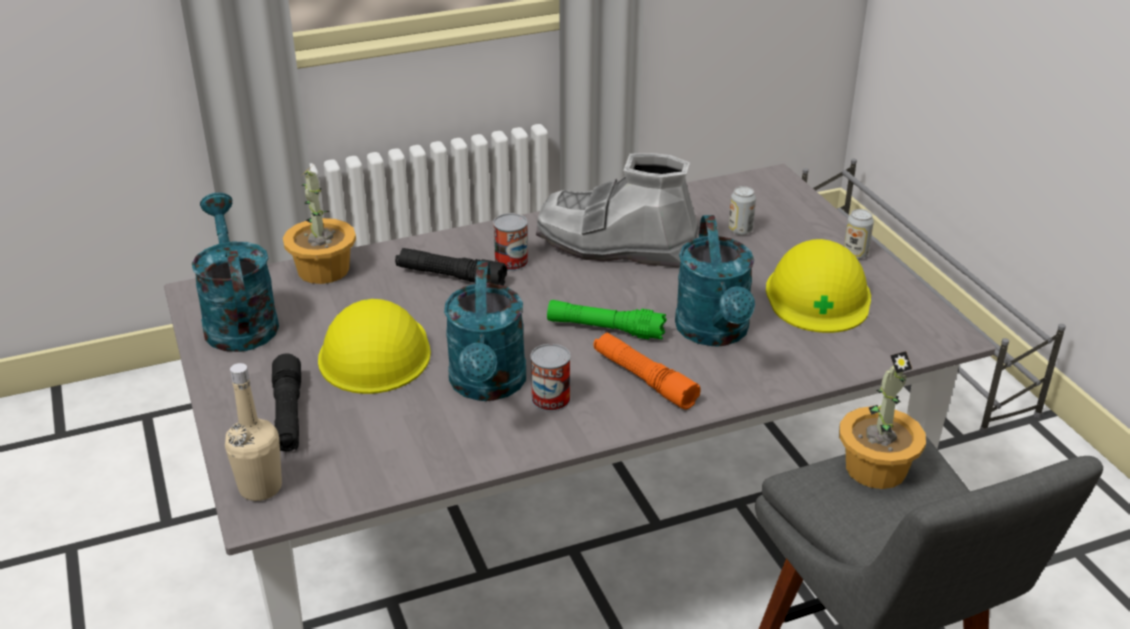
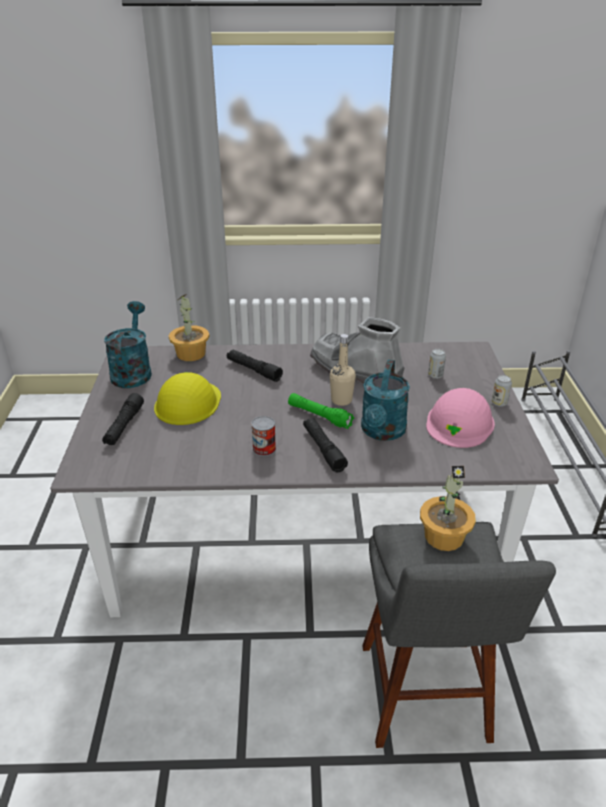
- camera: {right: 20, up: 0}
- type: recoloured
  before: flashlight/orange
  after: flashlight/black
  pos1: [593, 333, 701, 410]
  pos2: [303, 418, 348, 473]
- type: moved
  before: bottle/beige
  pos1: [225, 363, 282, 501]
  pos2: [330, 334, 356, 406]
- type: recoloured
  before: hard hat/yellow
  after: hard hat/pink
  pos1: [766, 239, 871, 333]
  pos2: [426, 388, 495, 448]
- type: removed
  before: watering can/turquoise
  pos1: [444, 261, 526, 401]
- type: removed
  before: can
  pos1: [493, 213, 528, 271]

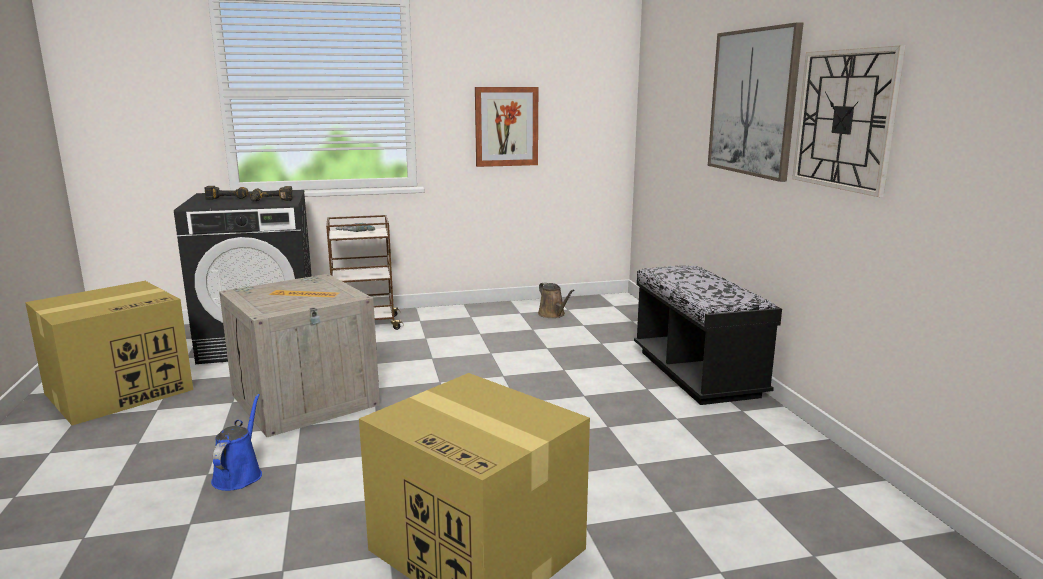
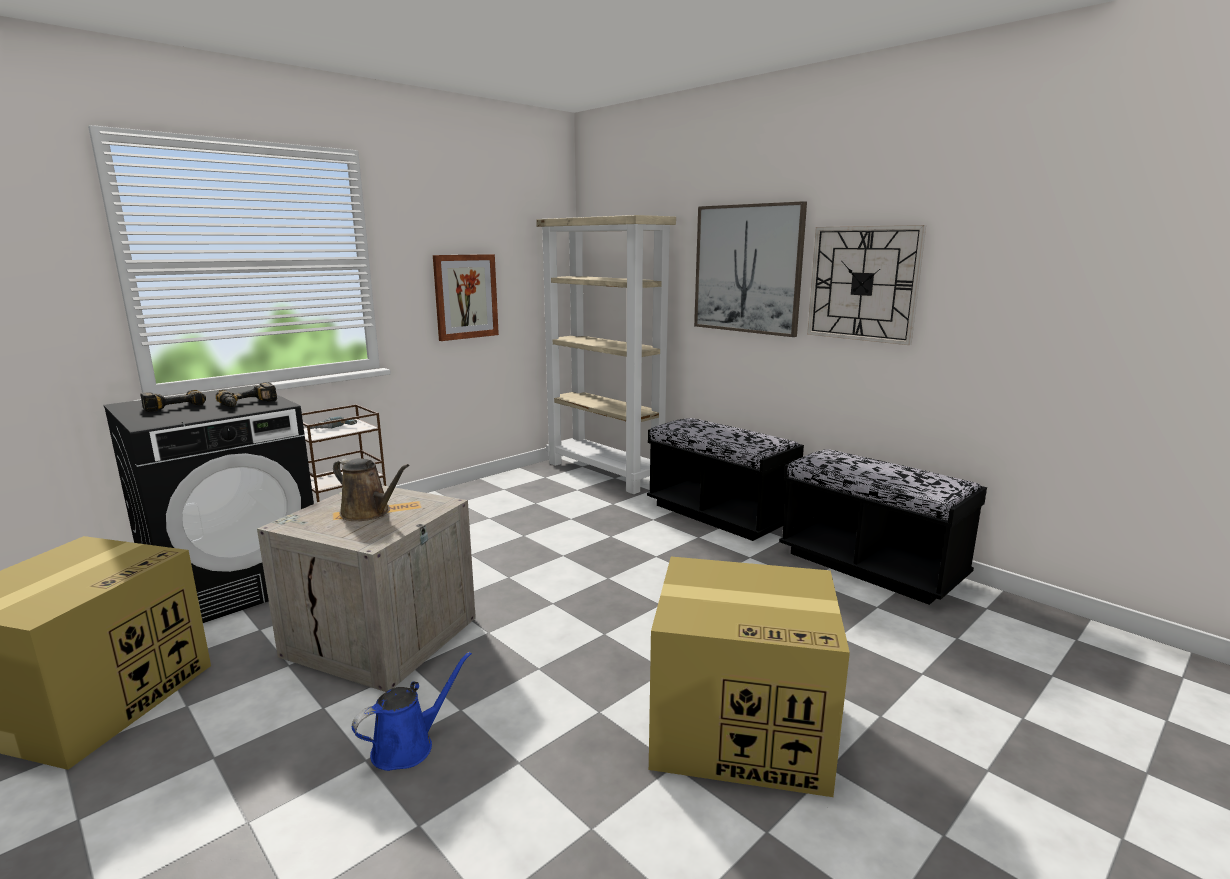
- camera: {right: -30, up: 0}
- type: moved
  before: watering can/brown
  pos1: [538, 282, 575, 318]
  pos2: [333, 458, 409, 521]
- type: turned
  before: watering can/blue
  pos1: [211, 394, 262, 491]
  pos2: [352, 652, 472, 771]
  turn: 75
- type: added
  after: bookcase/beige
  pos2: [536, 215, 676, 494]
- type: added
  after: bench/black
  pos2: [779, 449, 987, 605]

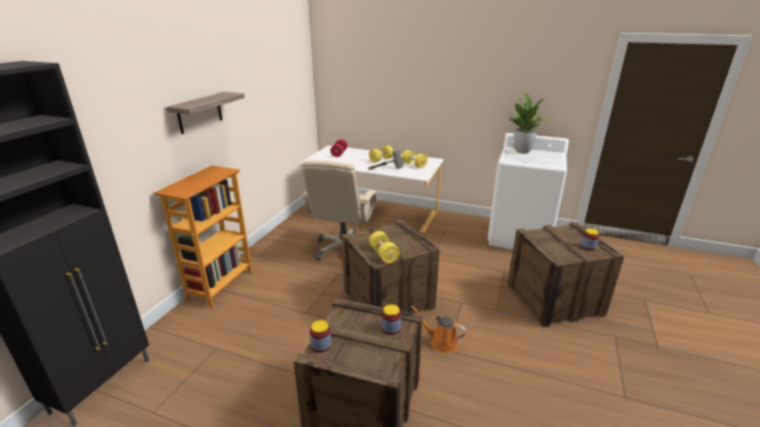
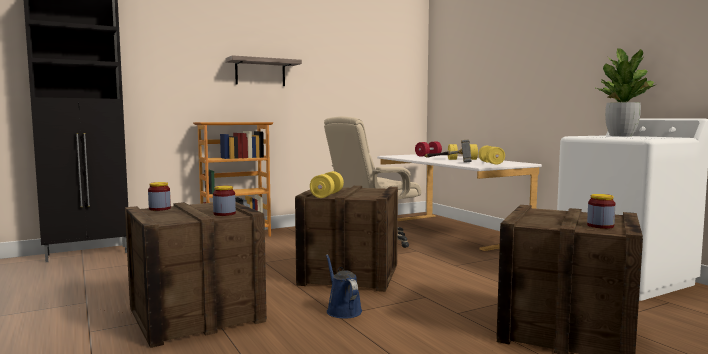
- camera: {right: 40, up: -20}
- type: recoloured
  before: watering can/orange
  after: watering can/blue
  pos1: [411, 305, 466, 353]
  pos2: [326, 254, 362, 318]

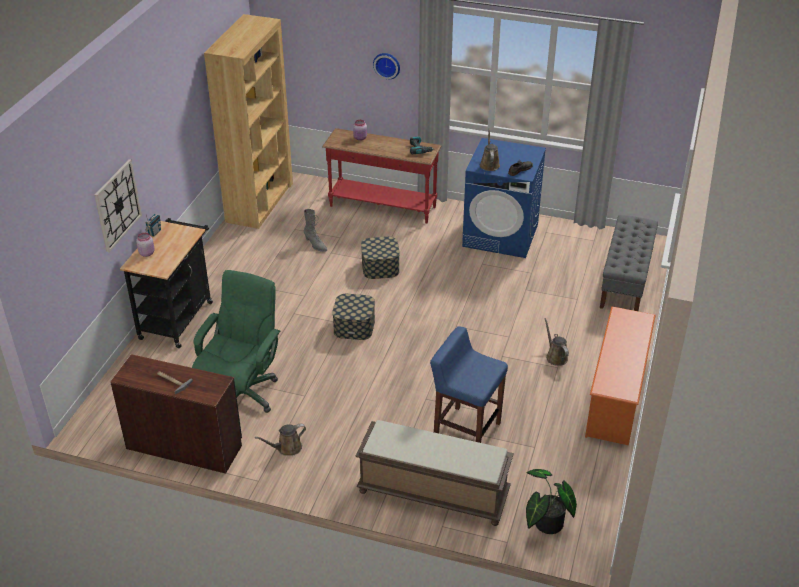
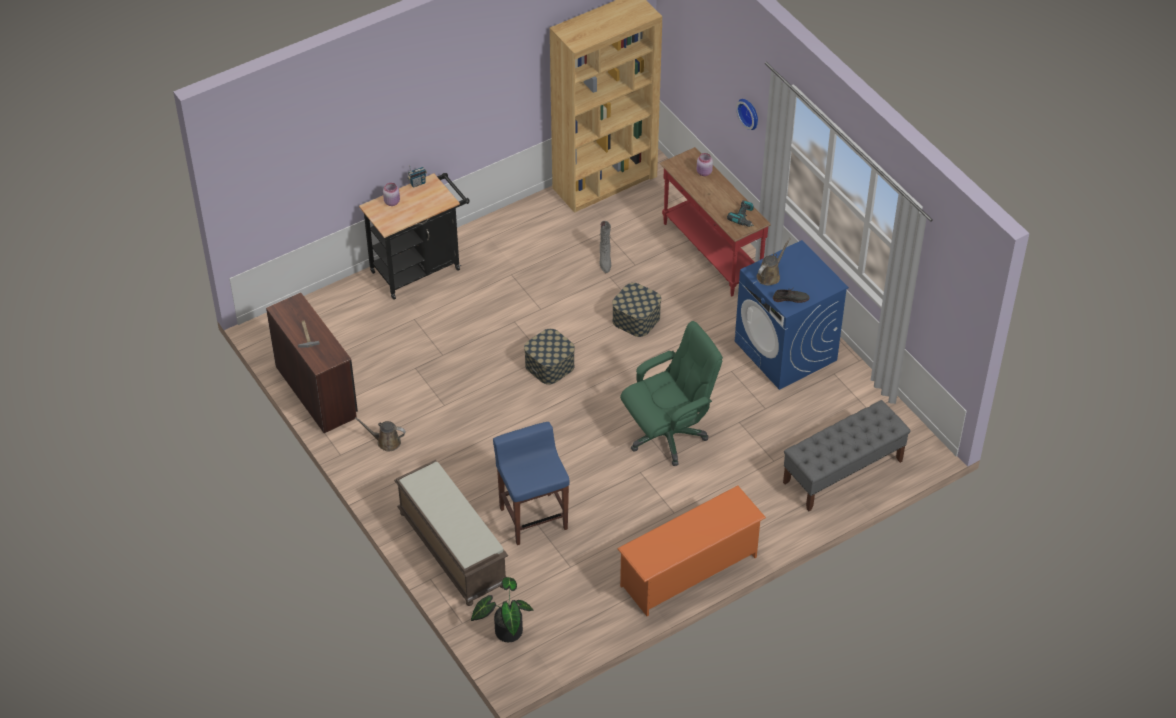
- camera: {right: 40, up: 10}
- type: moved
  before: office chair/green
  pos1: [192, 270, 280, 413]
  pos2: [620, 321, 723, 466]
- type: removed
  before: wall clock
  pos1: [94, 159, 142, 252]
- type: removed
  before: watering can/brown
  pos1: [544, 318, 569, 366]

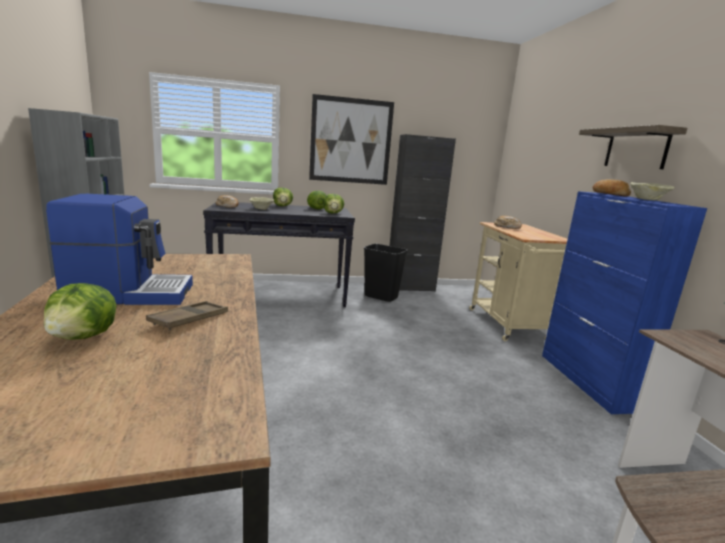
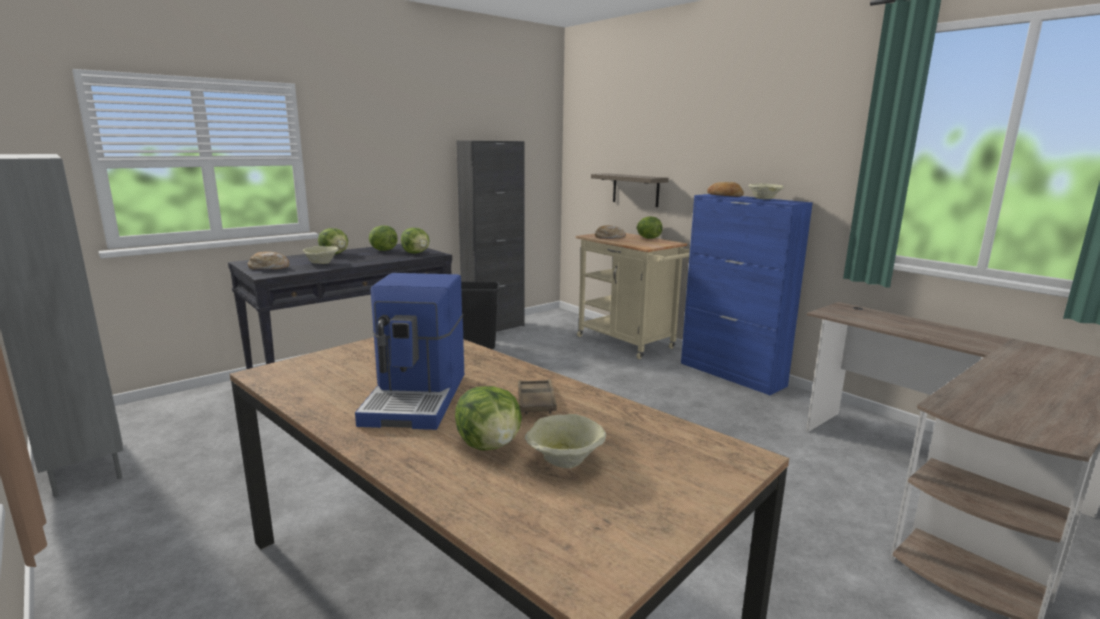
- camera: {right: -30, up: 0}
- type: turned
  before: coffee machine
  pos1: [46, 194, 193, 305]
  pos2: [355, 273, 464, 430]
  turn: 135
- type: added
  after: bowl/beige
  pos2: [525, 414, 606, 468]
- type: moved
  before: shelf
  pos1: [579, 125, 688, 169]
  pos2: [591, 173, 669, 207]
- type: added
  after: lettuce
  pos2: [637, 217, 663, 239]
- type: removed
  before: picture
  pos1: [309, 94, 394, 185]

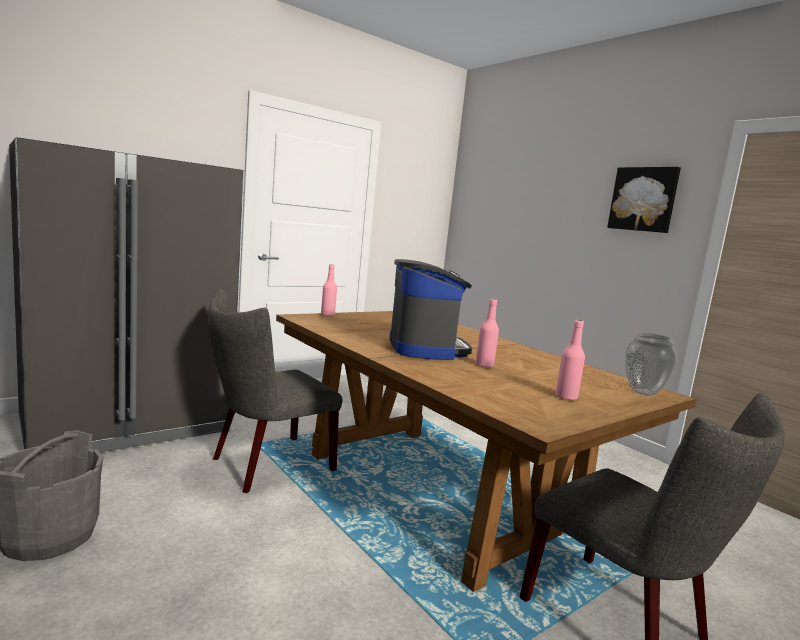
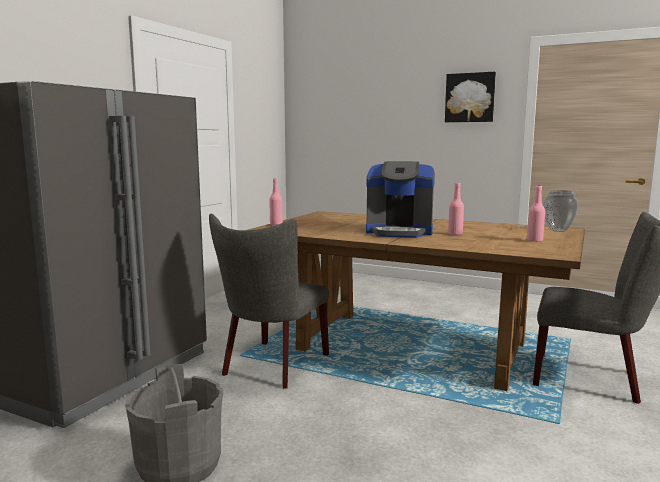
- camera: {right: -25, up: 0}
- type: turned
  before: coffee machine
  pos1: [389, 259, 472, 360]
  pos2: [366, 161, 435, 238]
  turn: 135

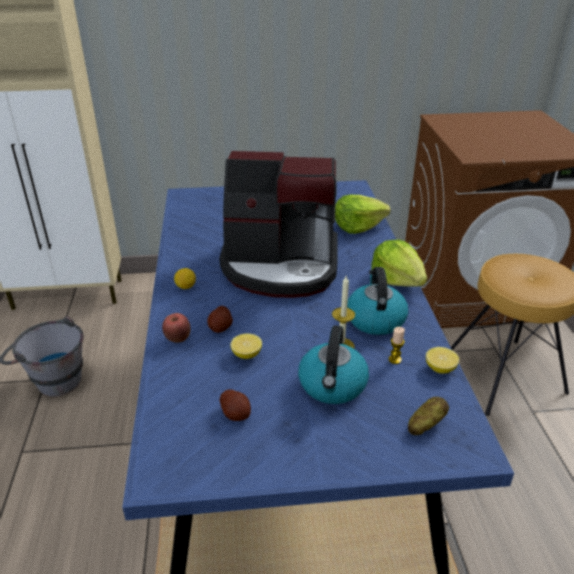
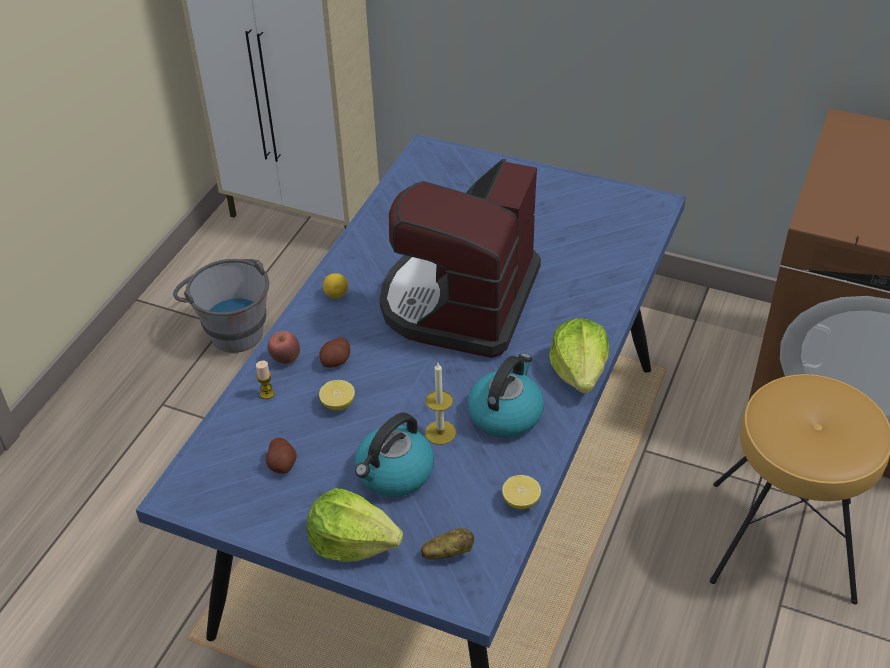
- camera: {right: 30, up: 10}
- type: moved
  before: candle
  pos1: [389, 327, 405, 364]
  pos2: [256, 361, 274, 399]
- type: moved
  before: lettuce
  pos1: [335, 195, 390, 234]
  pos2: [307, 488, 403, 562]
- type: turned
  before: coffee machine
  pos1: [219, 151, 338, 298]
  pos2: [380, 159, 541, 358]
  turn: 75

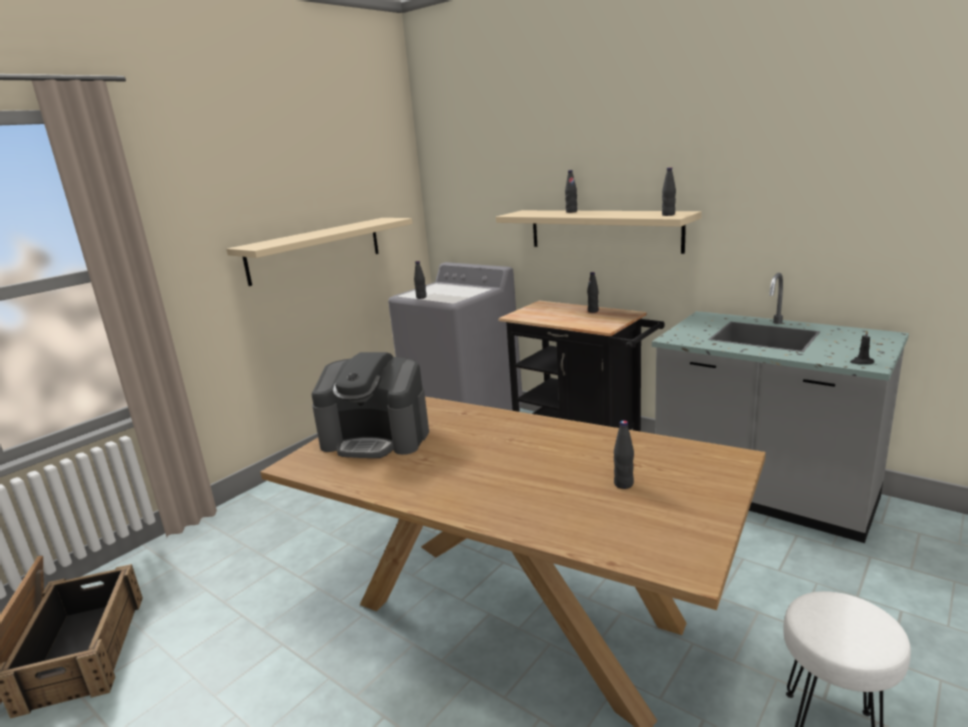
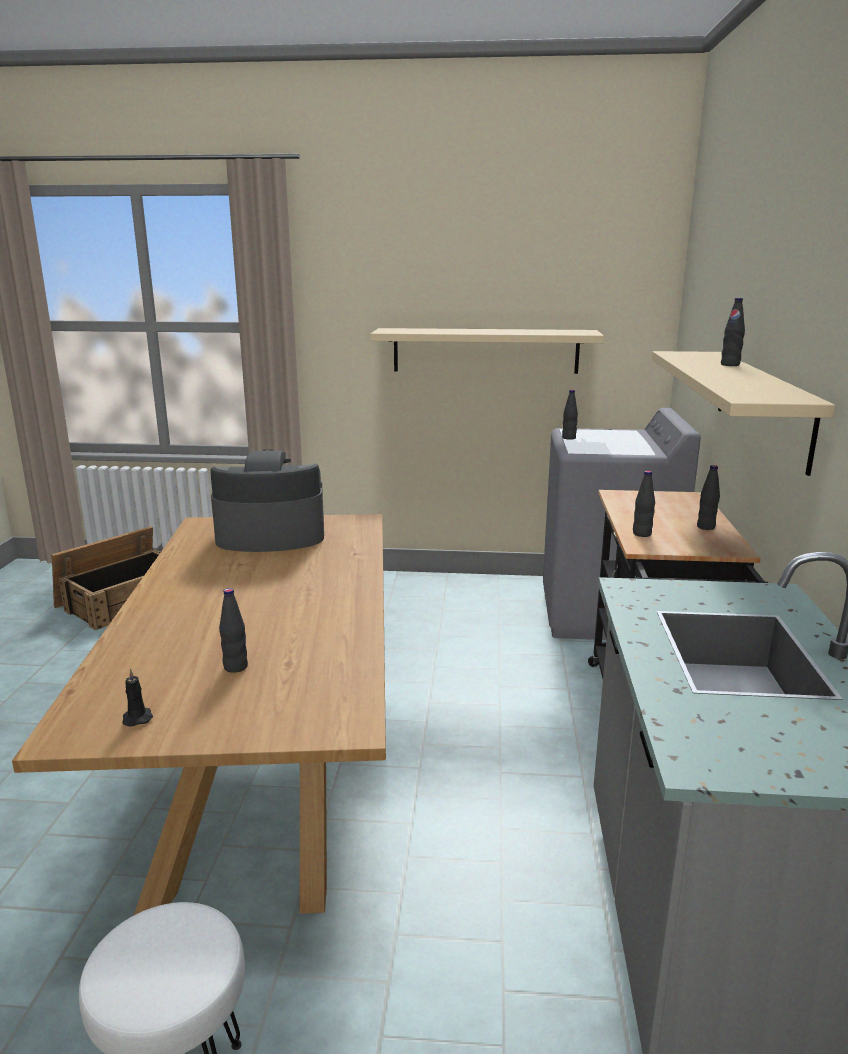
- camera: {right: 55, up: 0}
- type: moved
  before: candle/black
  pos1: [850, 330, 874, 364]
  pos2: [122, 668, 153, 727]
- type: turned
  before: coffee machine
  pos1: [312, 352, 429, 458]
  pos2: [210, 449, 324, 552]
  turn: 105
- type: moved
  before: bottle/black
  pos1: [662, 167, 676, 216]
  pos2: [633, 471, 655, 537]

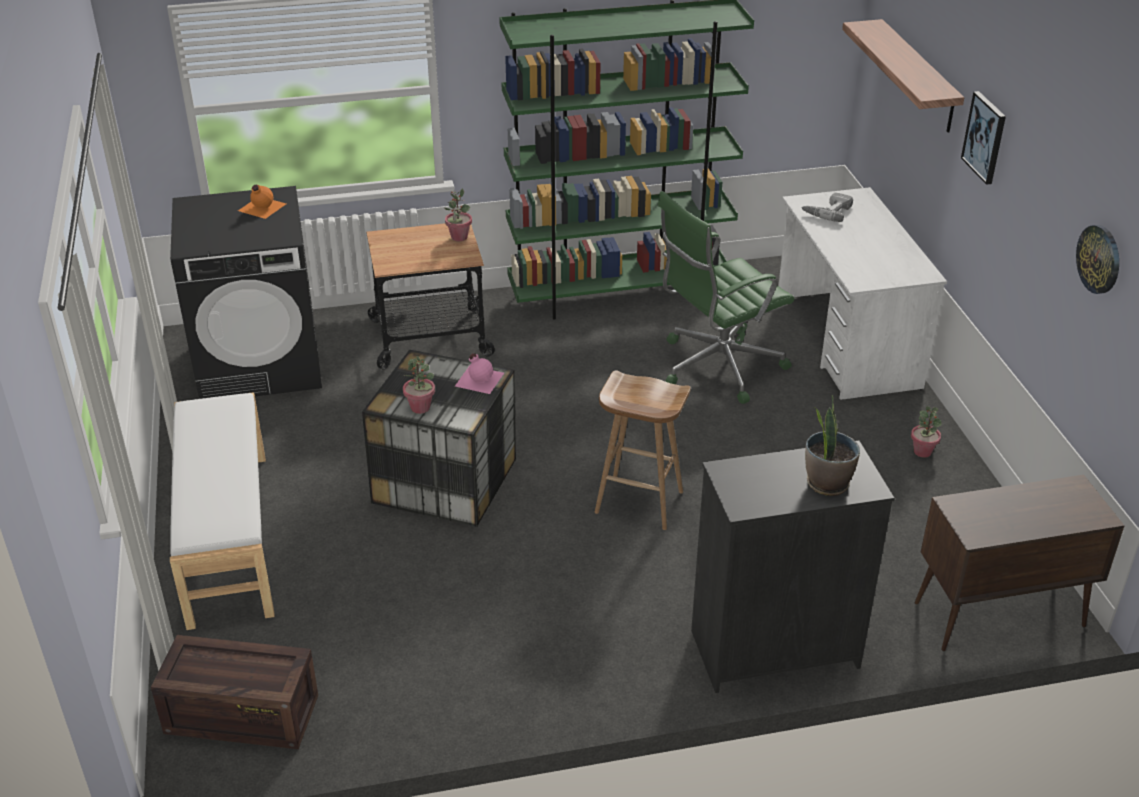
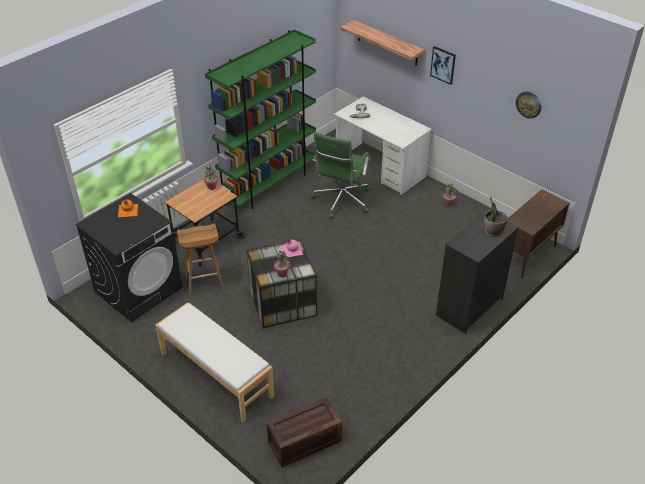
- camera: {right: -35, up: 5}
- type: moved
  before: stool/brown
  pos1: [595, 370, 691, 530]
  pos2: [177, 224, 225, 296]

